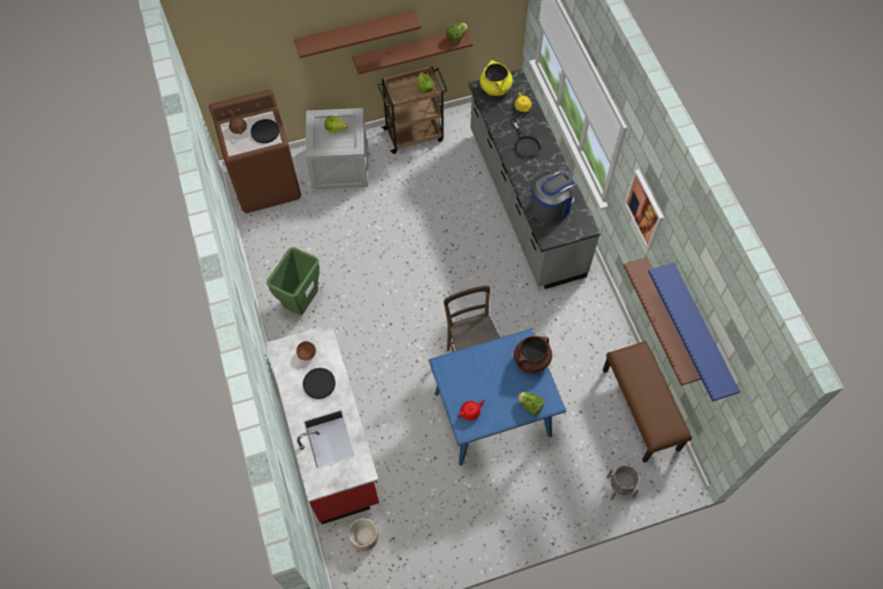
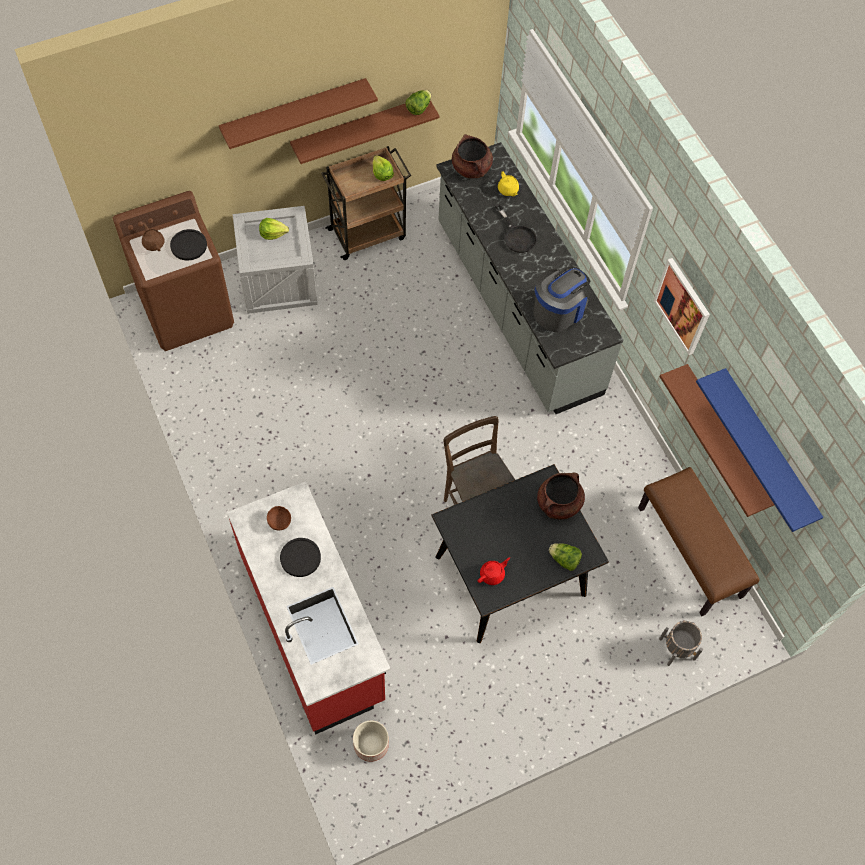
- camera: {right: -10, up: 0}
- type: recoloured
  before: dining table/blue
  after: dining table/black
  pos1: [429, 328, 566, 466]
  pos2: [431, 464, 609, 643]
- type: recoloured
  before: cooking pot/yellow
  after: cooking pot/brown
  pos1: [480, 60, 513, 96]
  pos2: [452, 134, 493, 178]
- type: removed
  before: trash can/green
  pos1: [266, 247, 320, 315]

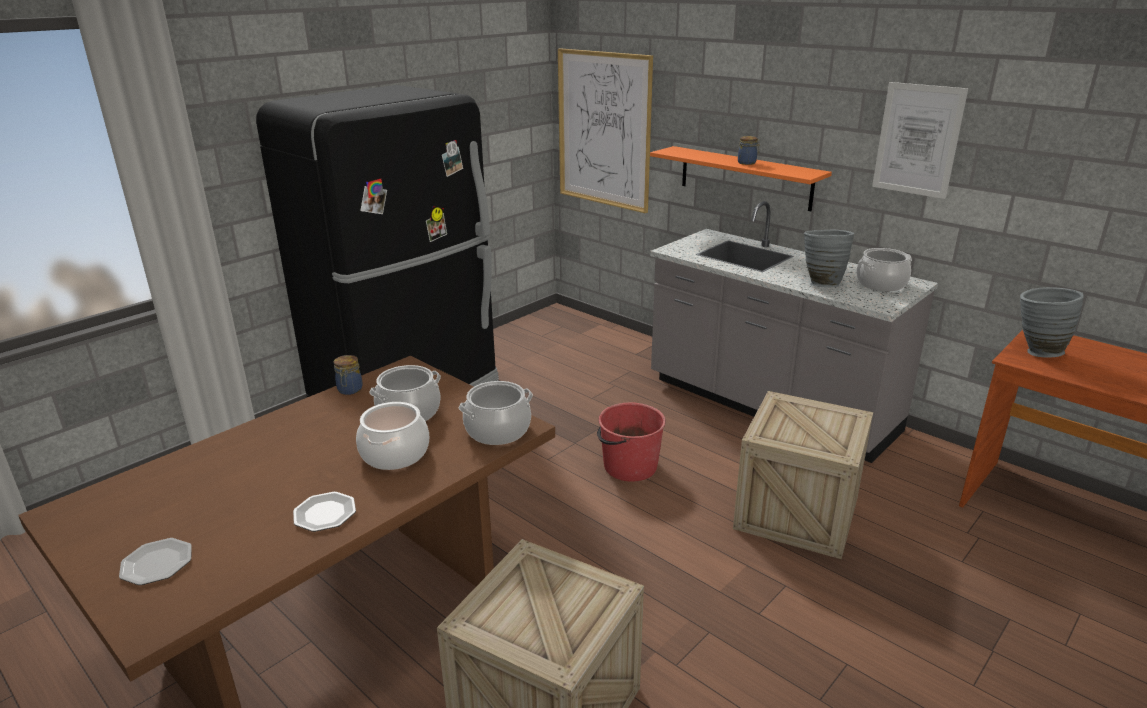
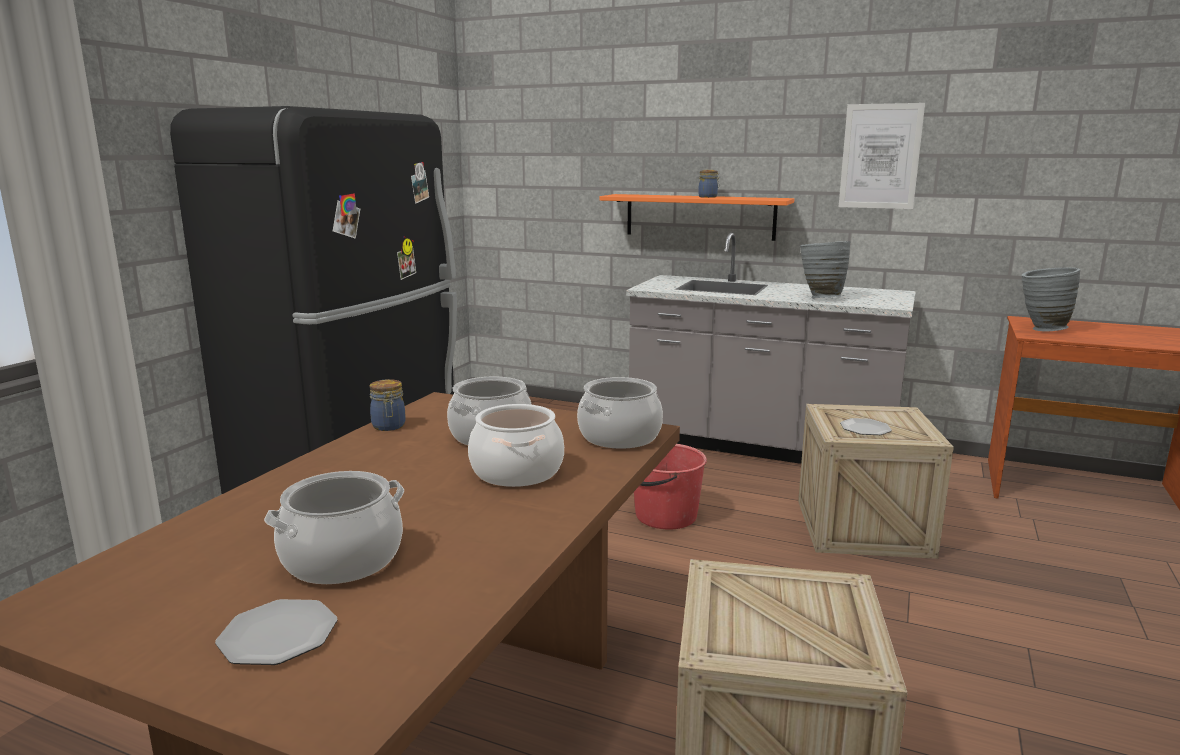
- camera: {right: -20, up: -10}
- type: moved
  before: cooking pot
  pos1: [856, 248, 912, 291]
  pos2: [264, 471, 404, 584]
- type: moved
  before: plate
  pos1: [293, 492, 356, 532]
  pos2: [840, 418, 892, 435]
- type: removed
  before: picture
  pos1: [558, 48, 653, 213]

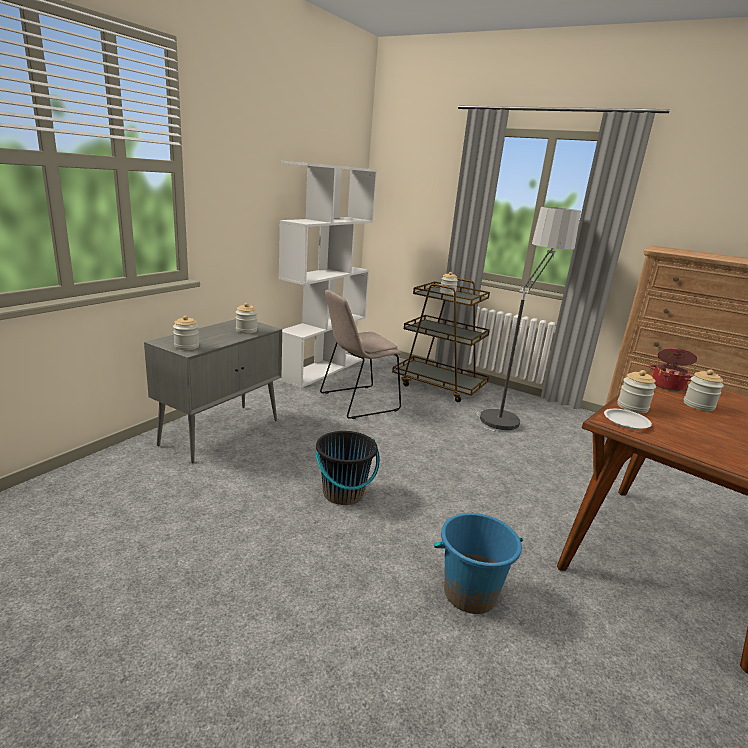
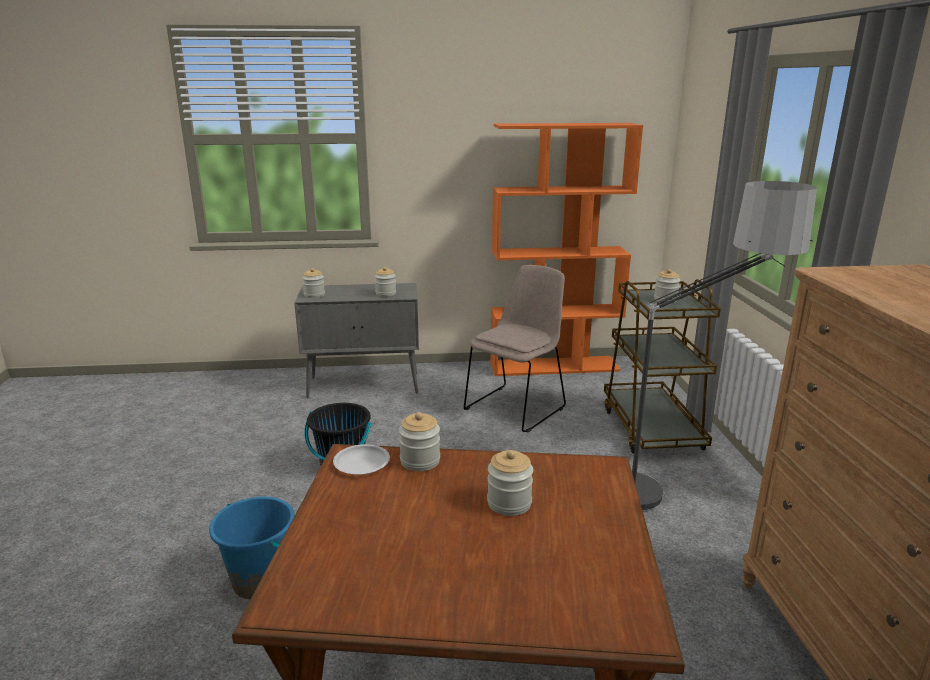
- camera: {right: 55, up: 0}
- type: turned
  before: chair/beige
  pos1: [320, 290, 401, 419]
  pos2: [464, 265, 566, 432]
  turn: 105
- type: recoloured
  before: bookcase/white
  after: bookcase/orange
  pos1: [277, 161, 377, 388]
  pos2: [490, 123, 643, 376]
- type: removed
  before: cooking pot
  pos1: [649, 348, 697, 391]

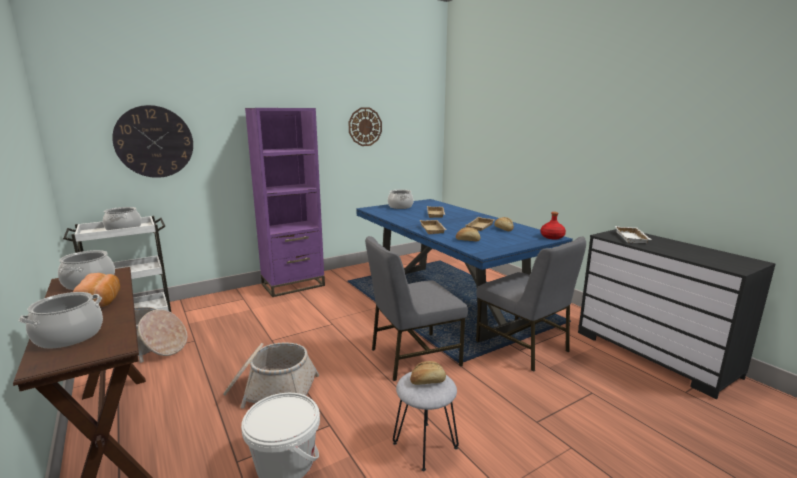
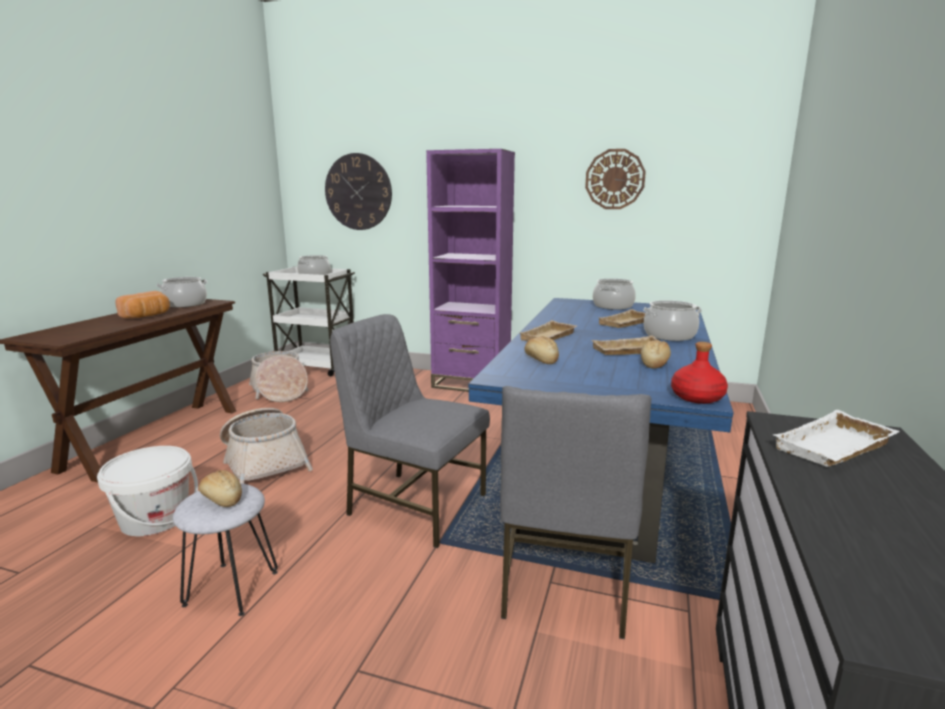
- camera: {right: 50, up: 0}
- type: moved
  before: cooking pot
  pos1: [19, 292, 103, 348]
  pos2: [643, 300, 702, 341]

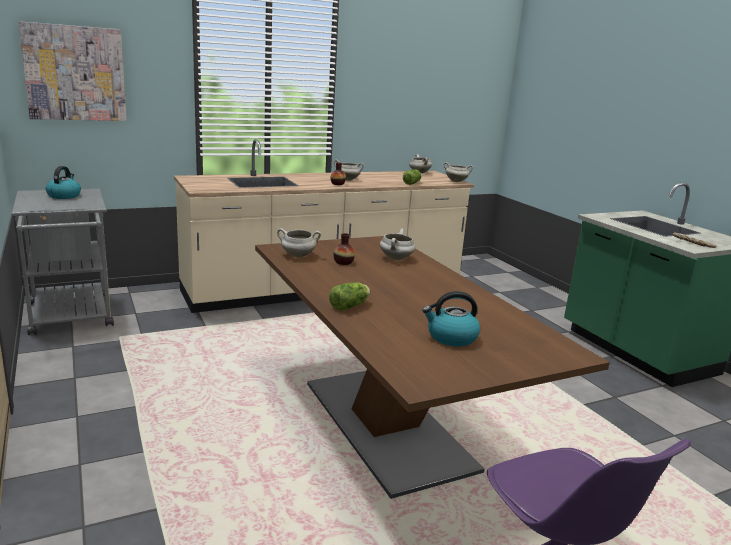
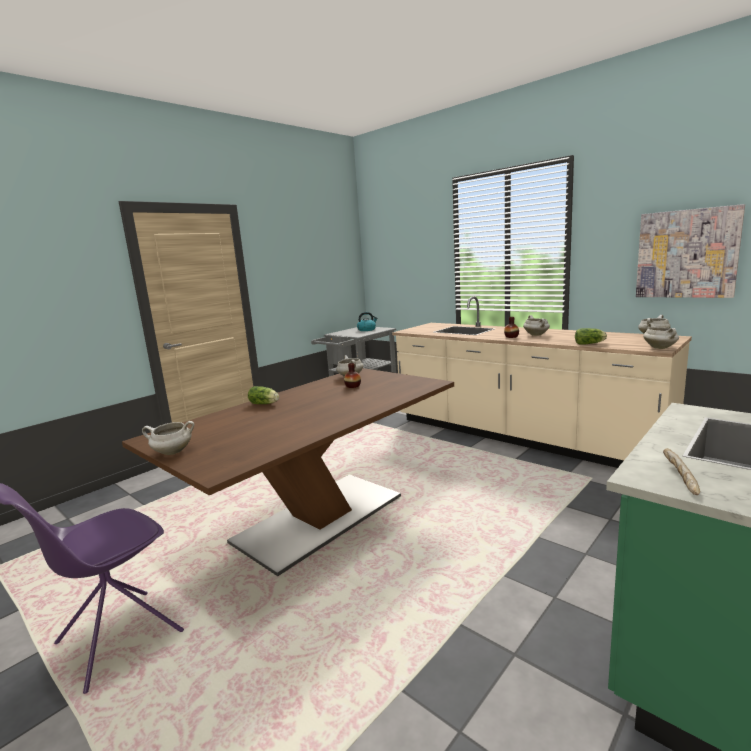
- camera: {right: 70, up: -5}
- type: moved
  before: cooking pot/white
  pos1: [380, 229, 415, 260]
  pos2: [142, 421, 194, 455]
- type: moved
  before: picture
  pos1: [19, 21, 126, 121]
  pos2: [636, 204, 745, 298]
- type: removed
  before: kettle
  pos1: [422, 291, 480, 347]

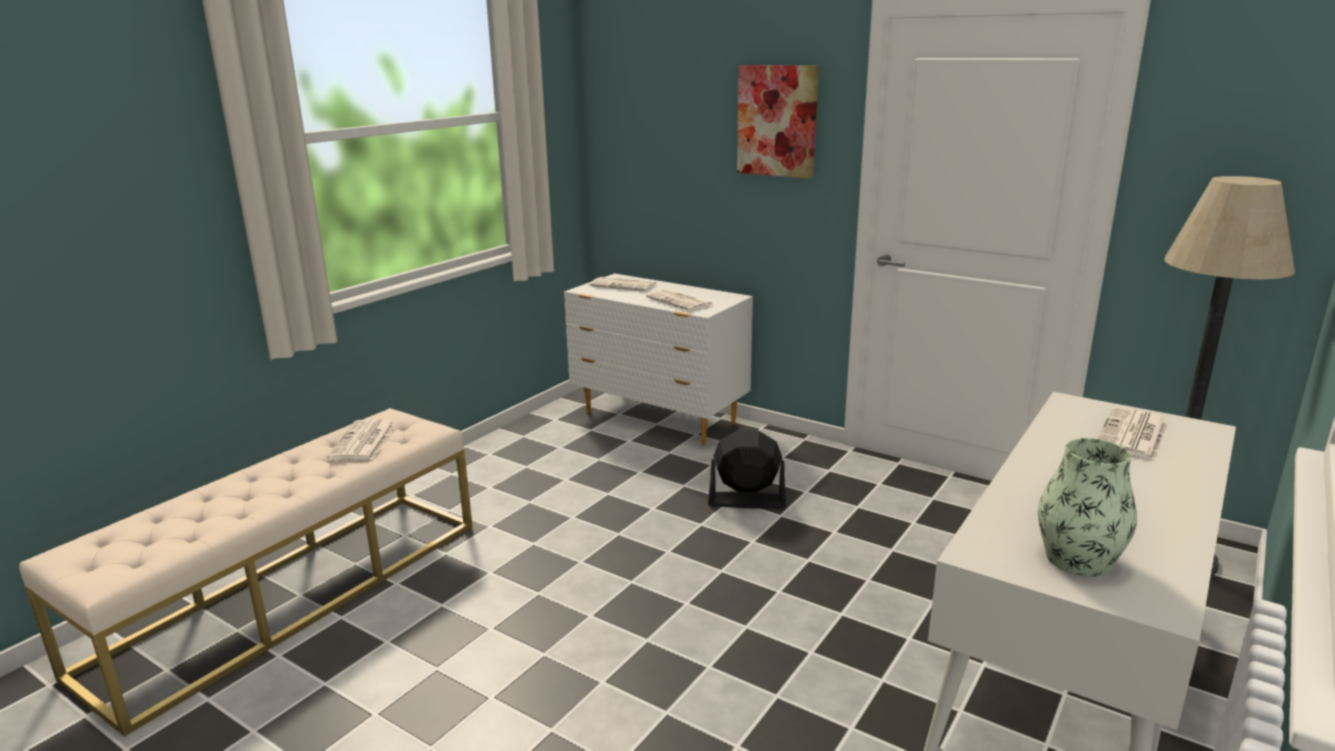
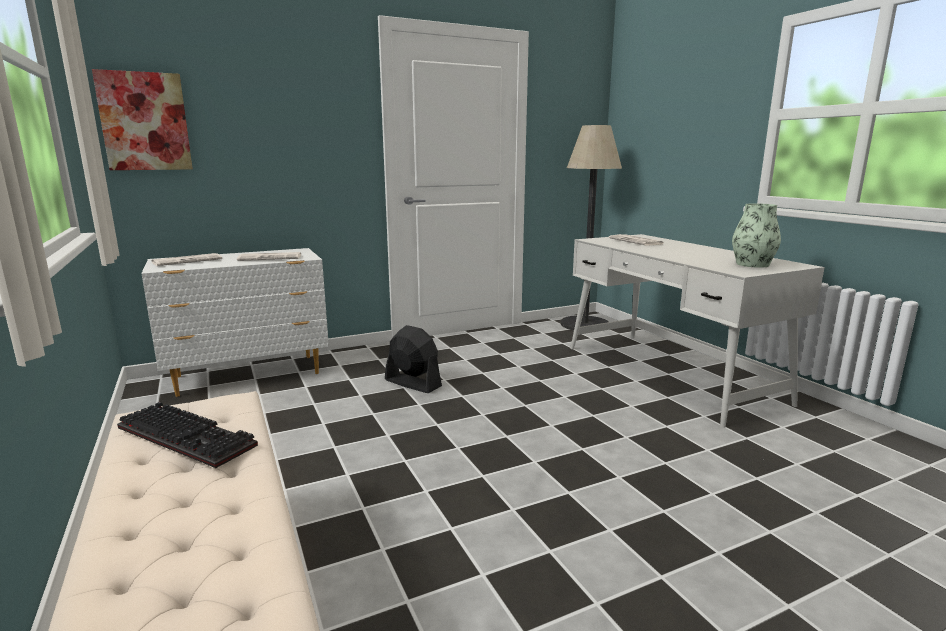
- camera: {right: -60, up: -5}
- type: moved
  before: picture
  pos1: [737, 65, 819, 179]
  pos2: [92, 69, 193, 170]
- type: replaced
  before: newspaper
  after: keyboard
  pos1: [327, 419, 396, 460]
  pos2: [117, 402, 258, 468]
- type: turned
  before: fan/black
  pos1: [708, 430, 786, 509]
  pos2: [385, 325, 442, 393]
  turn: 90

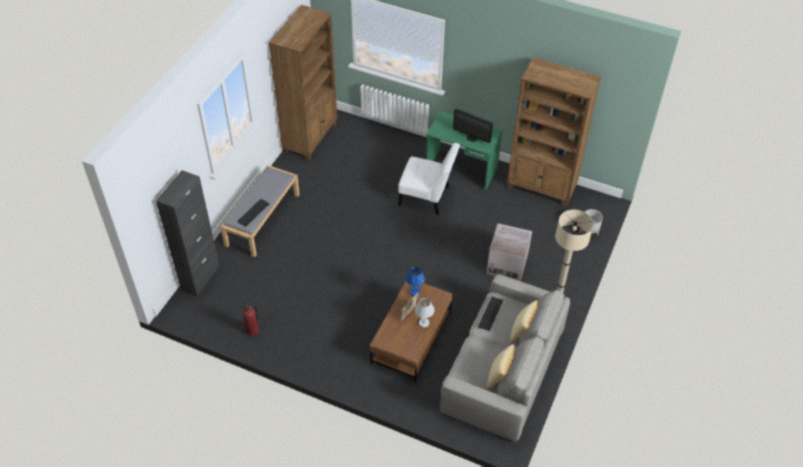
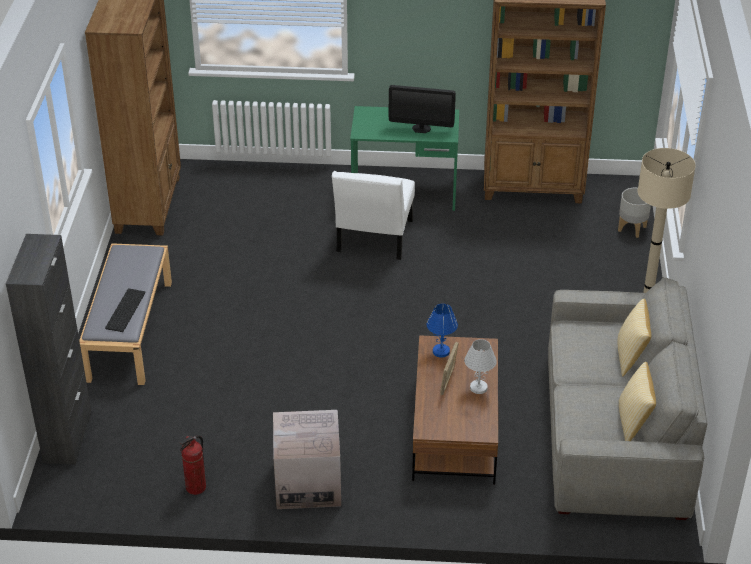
- camera: {right: -20, up: -10}
- type: moved
  before: cardboard box
  pos1: [486, 223, 532, 281]
  pos2: [273, 410, 341, 509]
- type: turned
  before: chair/white
  pos1: [398, 143, 460, 215]
  pos2: [332, 171, 415, 260]
  turn: 105
- type: removed
  before: keyboard
  pos1: [478, 297, 503, 331]

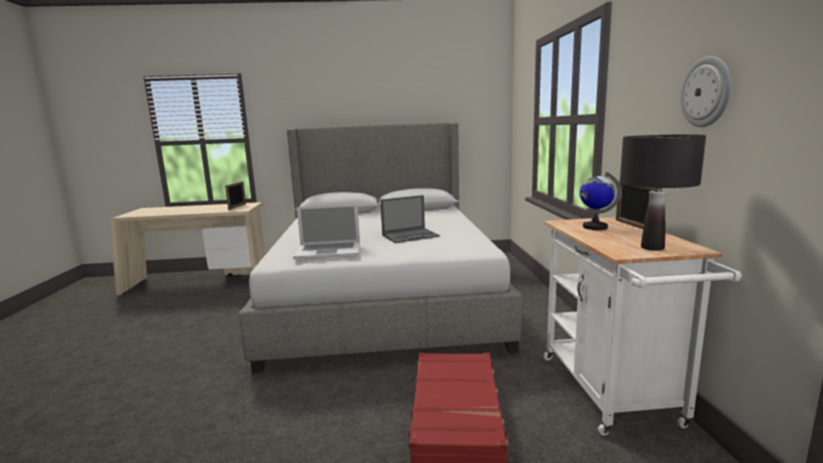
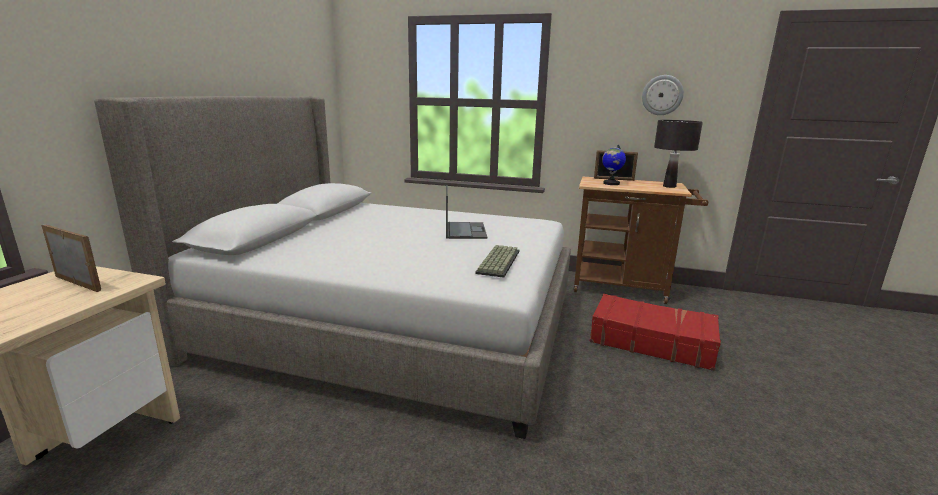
- camera: {right: -70, up: 5}
- type: replaced
  before: laptop
  after: keyboard
  pos1: [293, 204, 360, 259]
  pos2: [476, 245, 519, 278]
- type: recoloured
  before: cart/white
  after: cart/brown
  pos1: [543, 217, 742, 436]
  pos2: [574, 177, 708, 304]

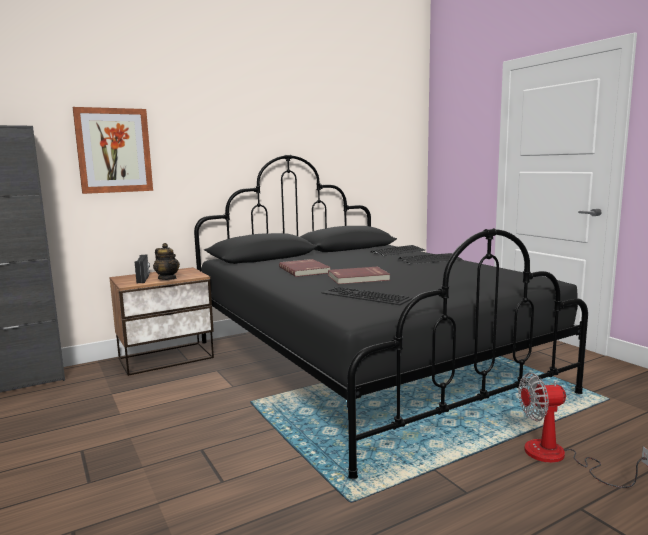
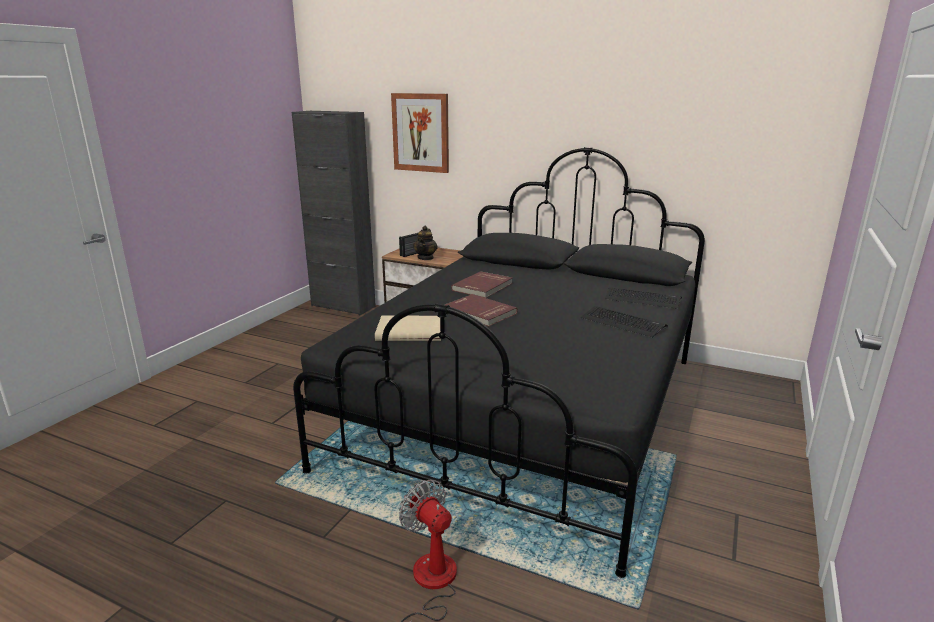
- camera: {right: 55, up: 10}
- type: replaced
  before: keyboard
  after: book/beige
  pos1: [321, 287, 413, 305]
  pos2: [375, 316, 441, 341]

